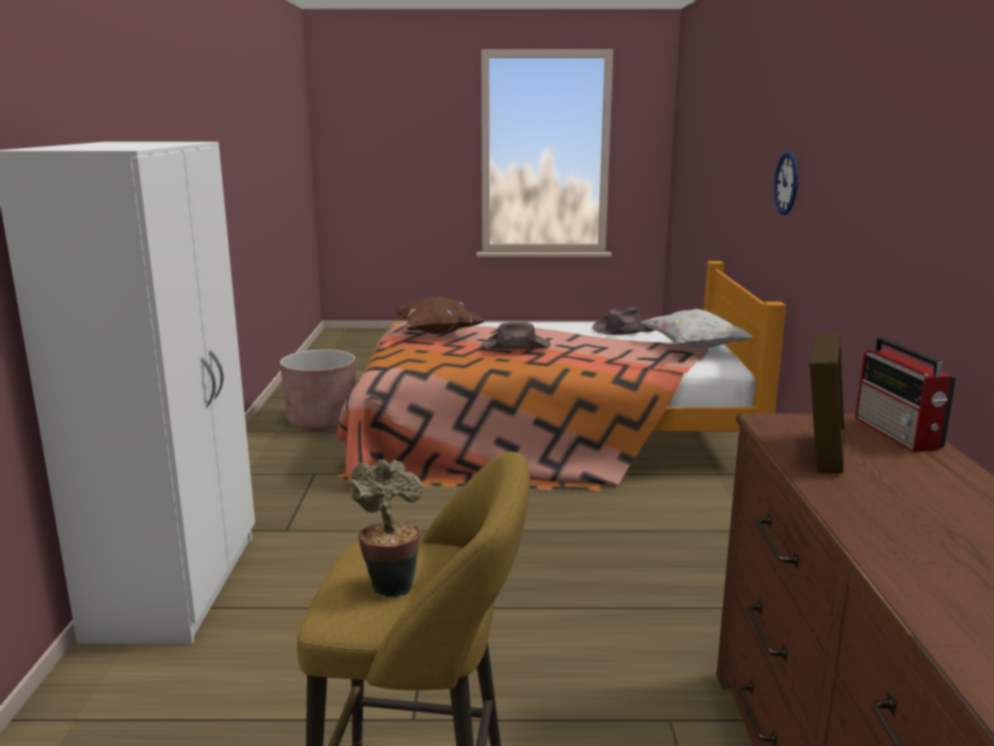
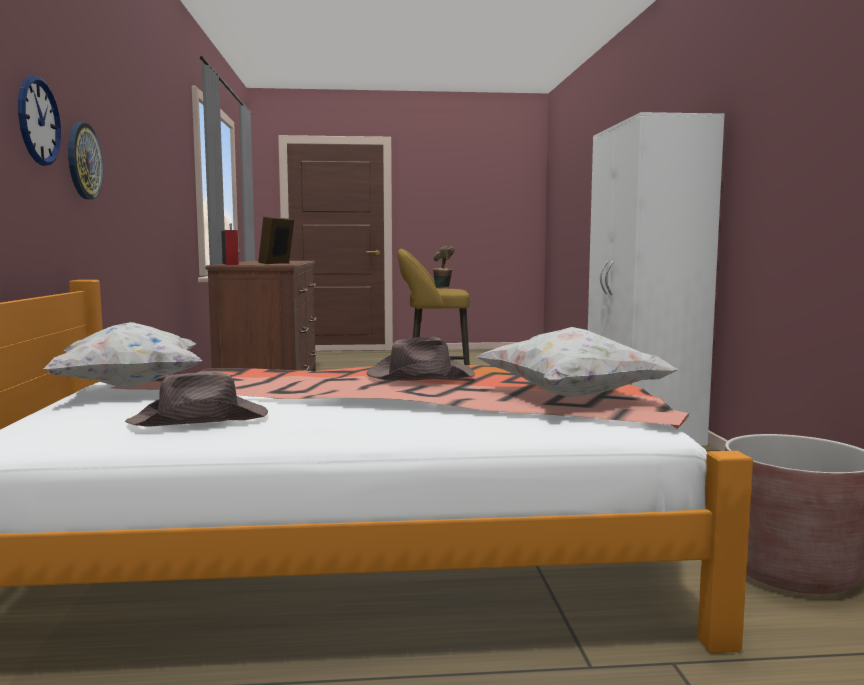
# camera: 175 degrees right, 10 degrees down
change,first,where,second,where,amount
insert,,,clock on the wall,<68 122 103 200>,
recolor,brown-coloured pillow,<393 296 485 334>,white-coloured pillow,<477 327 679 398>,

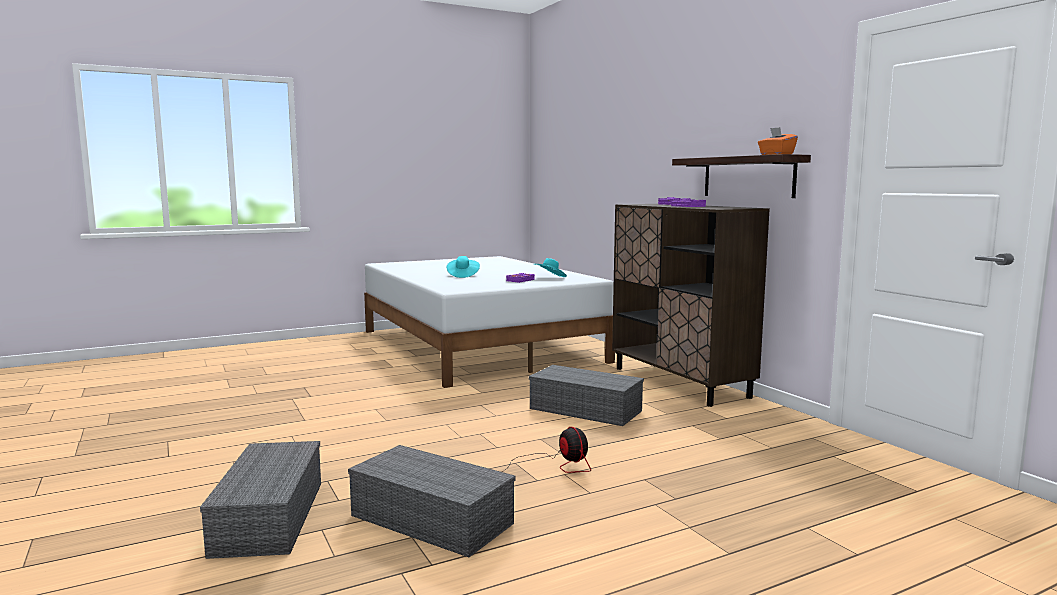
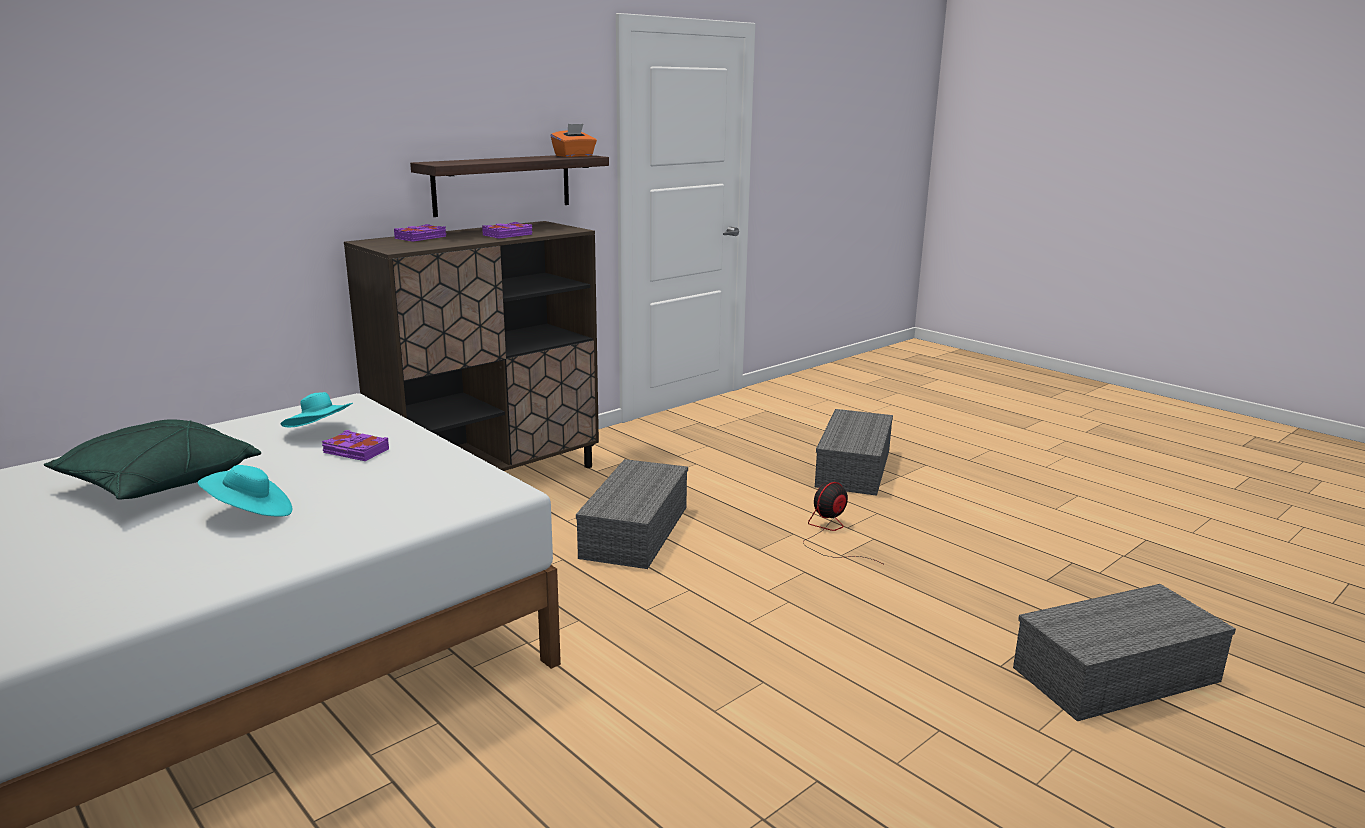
# camera: 105 degrees left, 10 degrees up
change,first,where,second,where,amount
insert,,,green pillow,<44 419 261 500>,
move,gray storage container,<348 445 515 557>,,<815 409 893 496>,

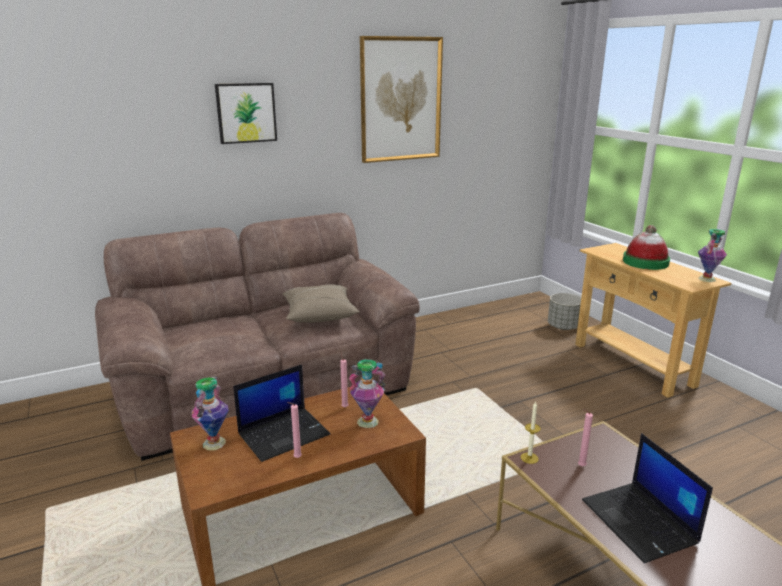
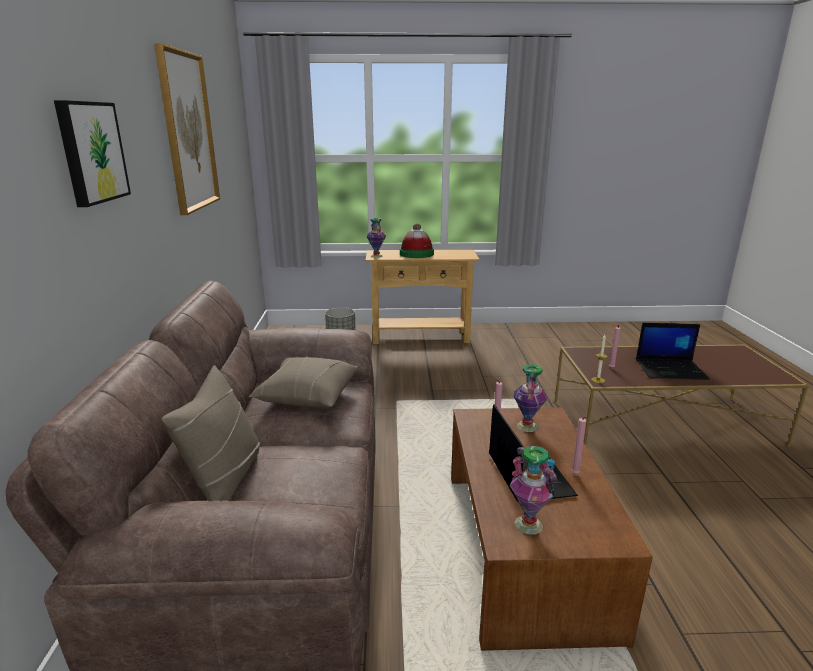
# camera: 65 degrees left, 0 degrees up
change,first,where,second,where,amount
insert,,,beige pillow,<162 365 260 501>,
move,flower vase,<698 229 727 282>,,<366 218 386 258>,

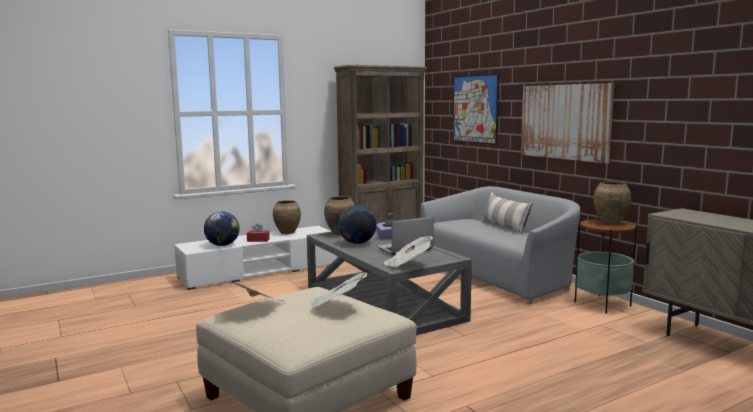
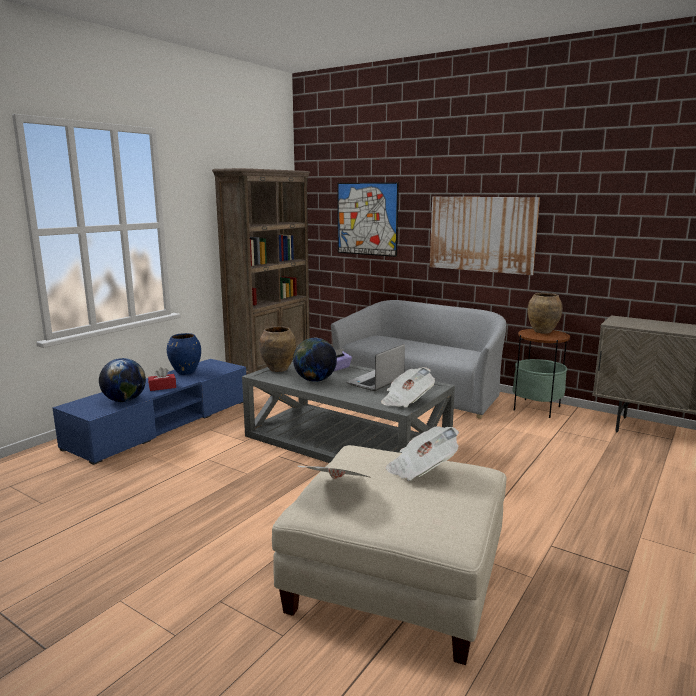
# camera: 25 degrees left, 5 degrees up
change,first,where,second,where,amount
recolor,white-coloured media console,<174 226 338 290>,bluish media console,<52 359 246 465>,
recolor,brown-coloured flower vase,<273 200 301 234>,bluish flower vase,<167 333 201 375>,
delete,pillow,<482 192 533 234>,,,

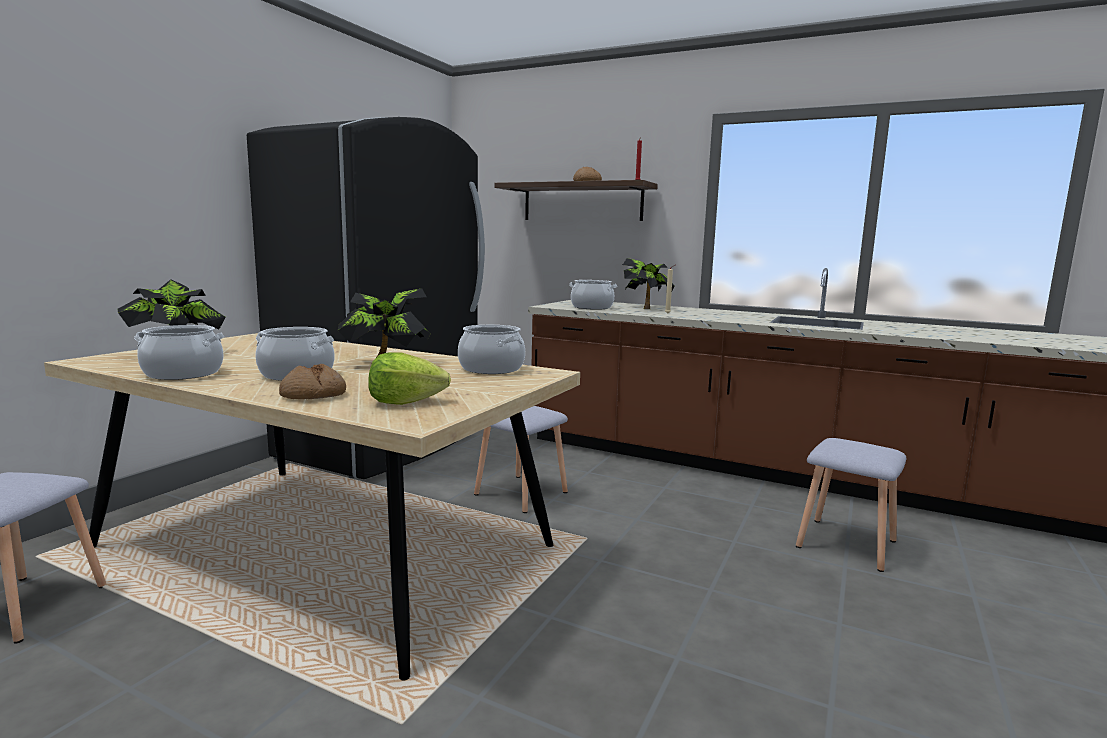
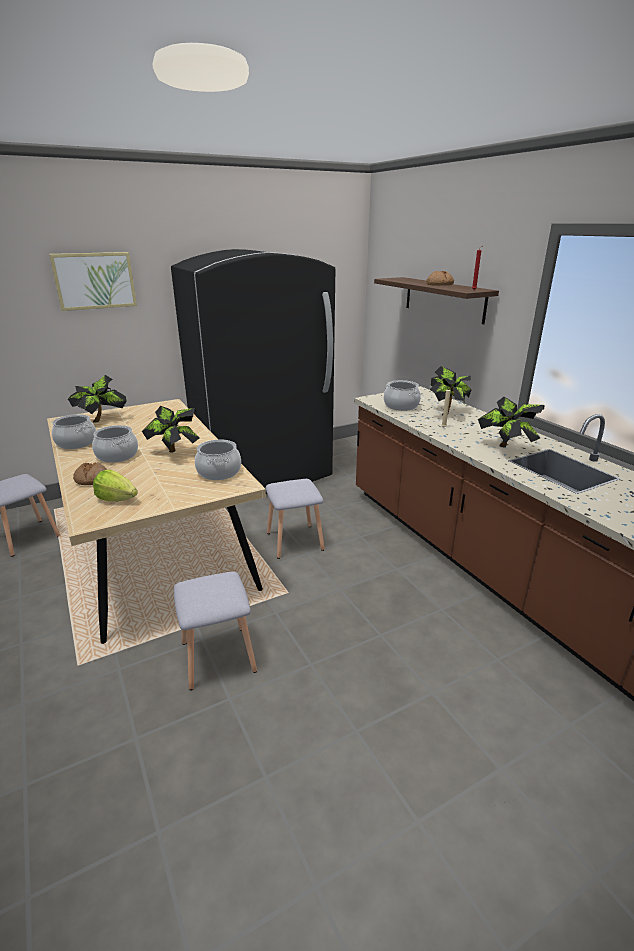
# camera: 35 degrees right, 15 degrees up
change,first,where,second,where,amount
insert,,,wall picture,<49 252 137 311>,
move,gray stool,<796 438 906 572>,,<174 571 257 690>,
insert,,,potted plant,<478 397 545 447>,

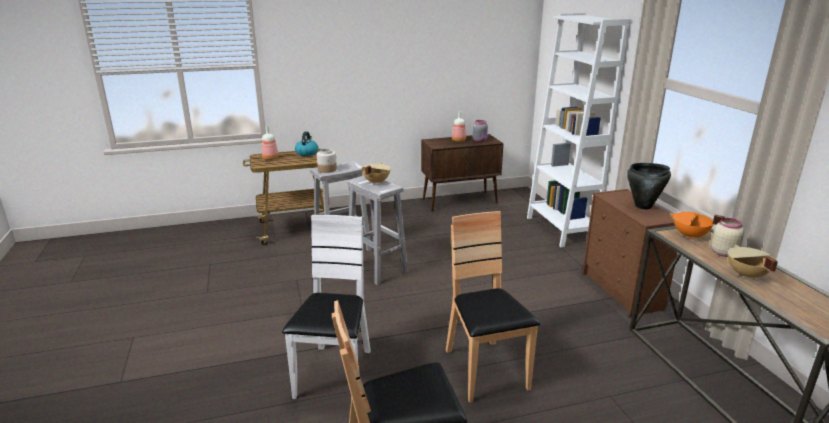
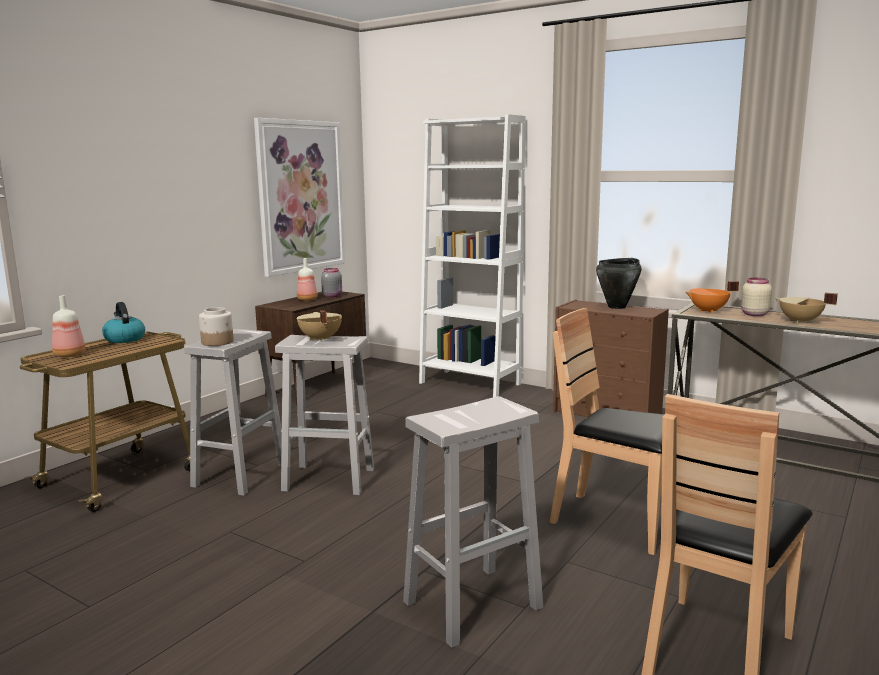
# camera: 40 degrees left, 10 degrees down
change,first,where,second,where,amount
insert,,,wall picture,<254 118 345 277>,
replace,white-coloured plain chair,<282 215 371 399>,white-coloured stool,<403 396 543 648>,

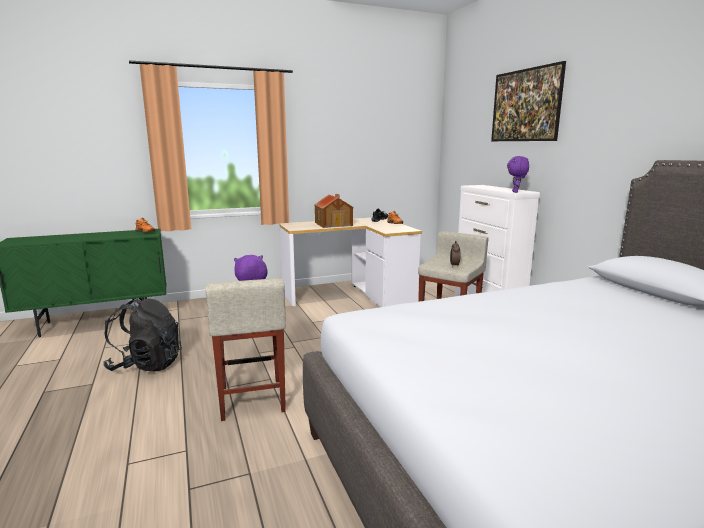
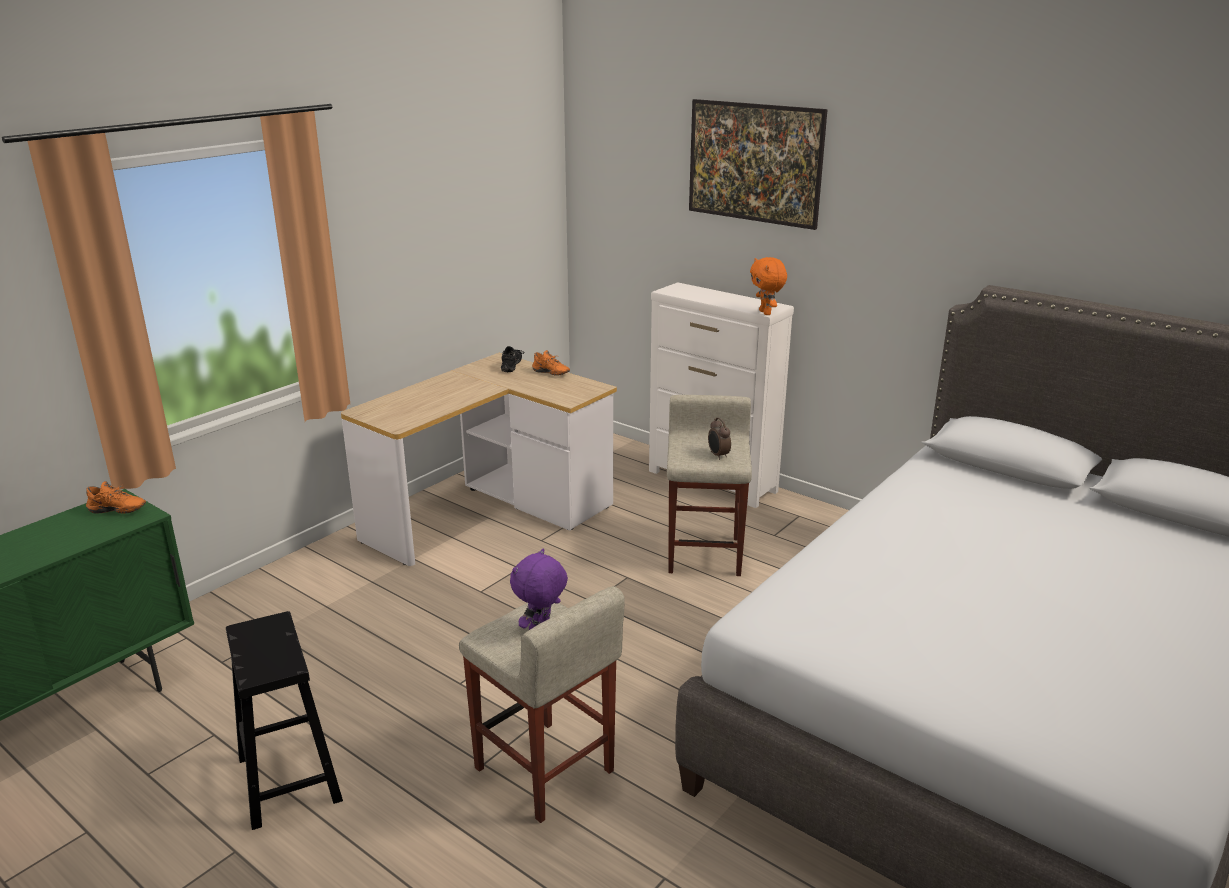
# camera: 30 degrees left, 10 degrees up
change,first,where,second,where,amount
replace,black-coloured rucksack,<103 298 182 372>,black-coloured stool,<226 611 343 830>,
recolor,purple-coloured plush toy,<507 156 529 193>,orange plush toy,<750 257 787 315>,
delete,model house,<314 194 354 228>,,,

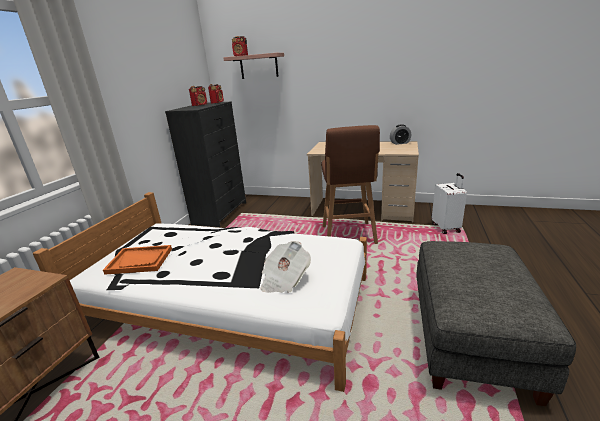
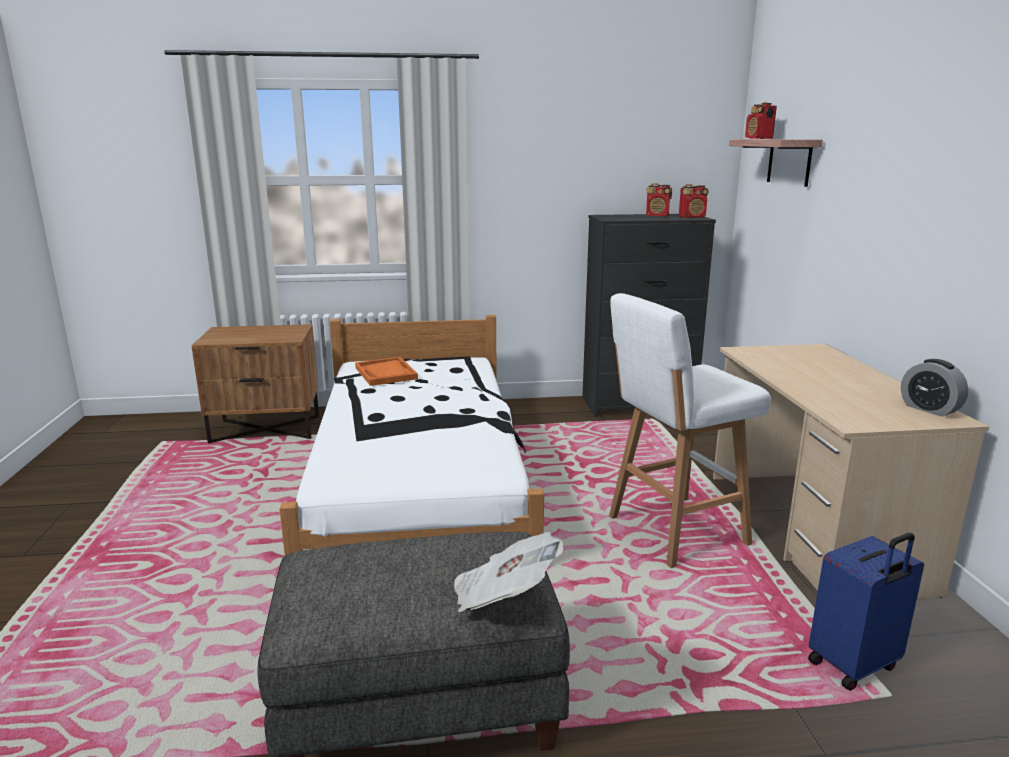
# camera: 65 degrees right, 5 degrees down
change,first,where,second,where,amount
move,daily paper,<261 241 311 293>,,<454 532 563 612>,
recolor,brown-coloured stool,<322 125 380 244>,white-coloured stool,<609 293 771 568>,
recolor,white-coloured piece of luggage,<432 173 467 234>,bluish piece of luggage,<808 533 924 691>,

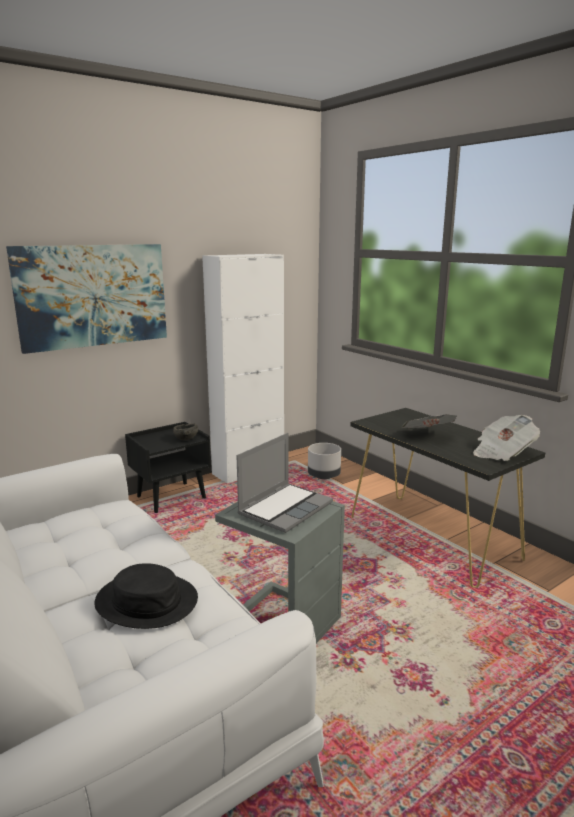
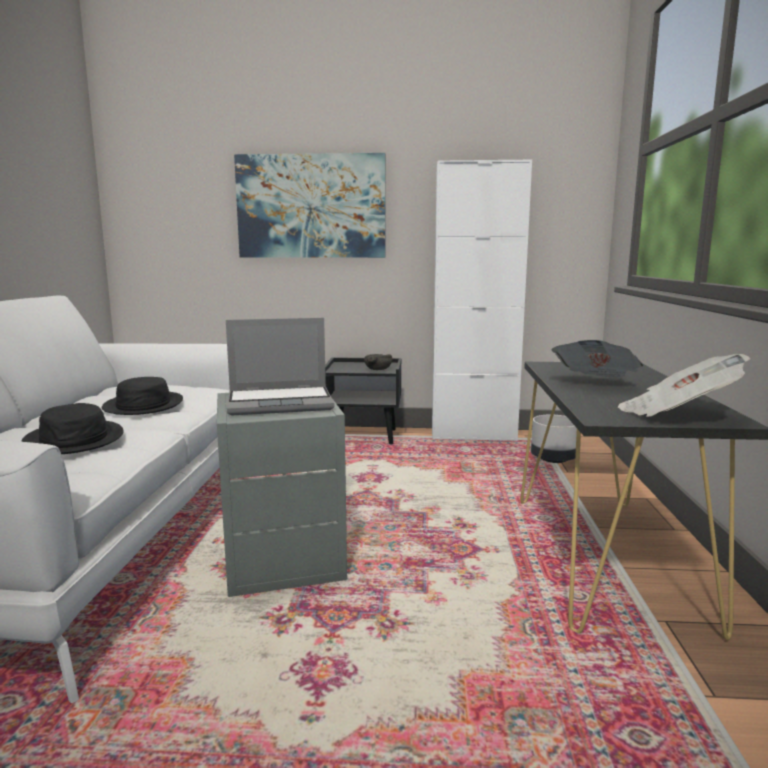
# camera: 40 degrees right, 5 degrees down
change,first,where,second,where,amount
insert,,,black-coloured clothing hat,<102 377 183 415>,

